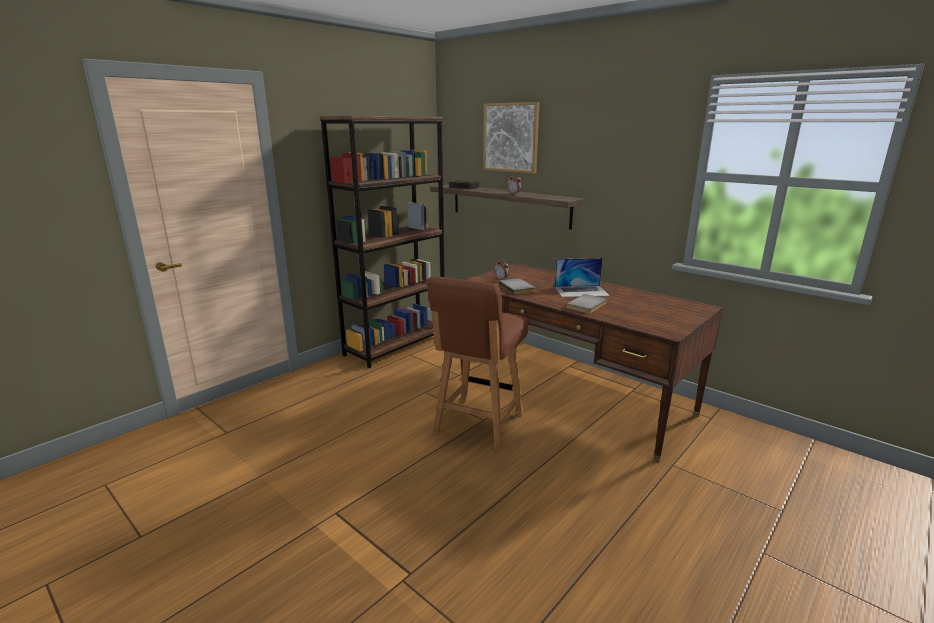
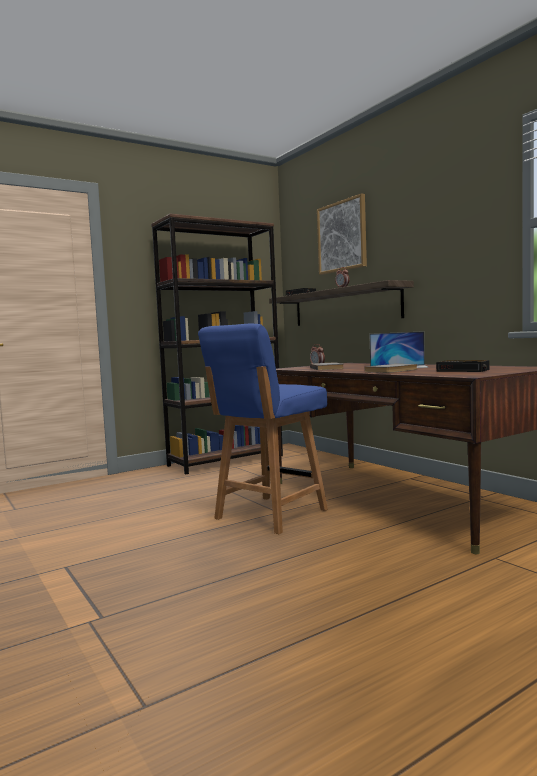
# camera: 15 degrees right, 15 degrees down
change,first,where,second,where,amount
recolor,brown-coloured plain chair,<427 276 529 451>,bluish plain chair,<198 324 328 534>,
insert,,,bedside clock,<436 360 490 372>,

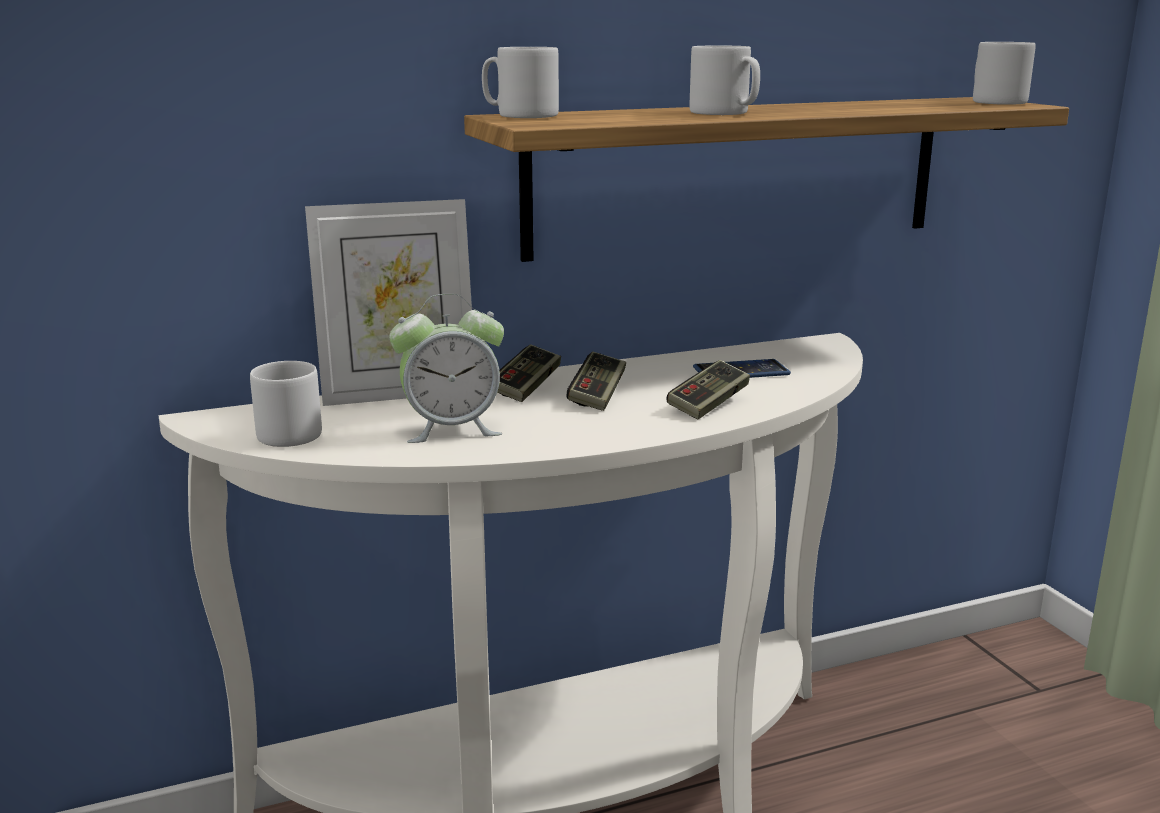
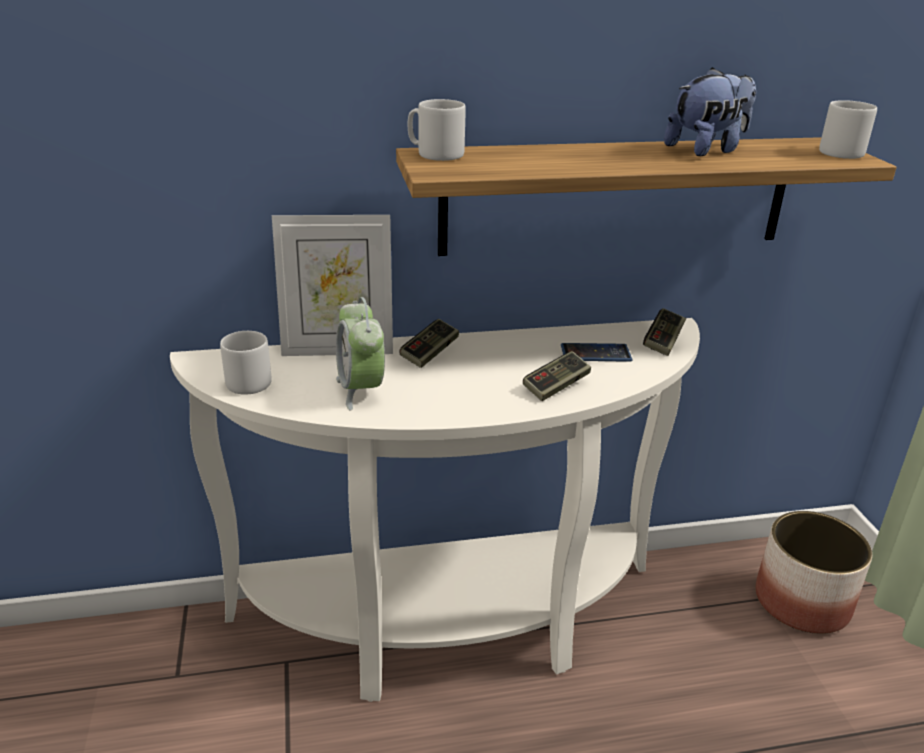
# camera: 10 degrees right, 10 degrees up
change,first,where,second,where,amount
rotate,bedside clock,<390 294 504 443>,,<336 297 385 410>,75 degrees clockwise
move,joypad,<567 352 626 411>,,<643 308 686 356>,
insert,,,plush toy,<664 67 756 156>,
insert,,,flower pot,<755 511 872 634>,
delete,gray coffee mug,<690 46 760 115>,,,

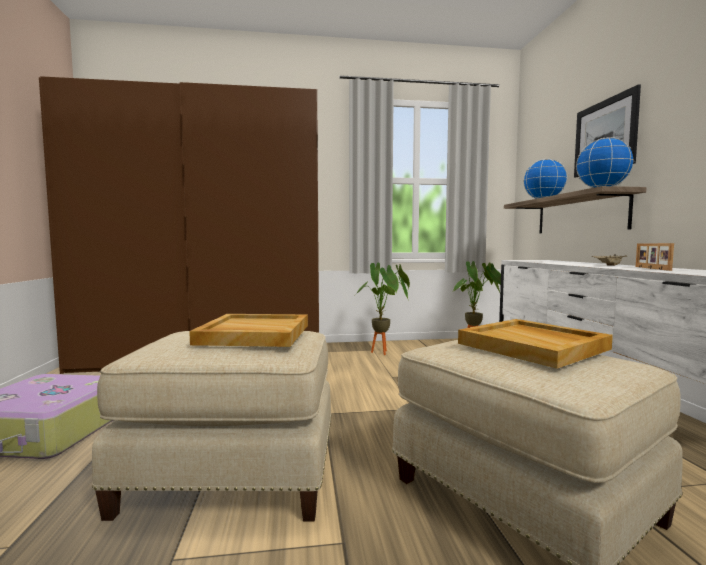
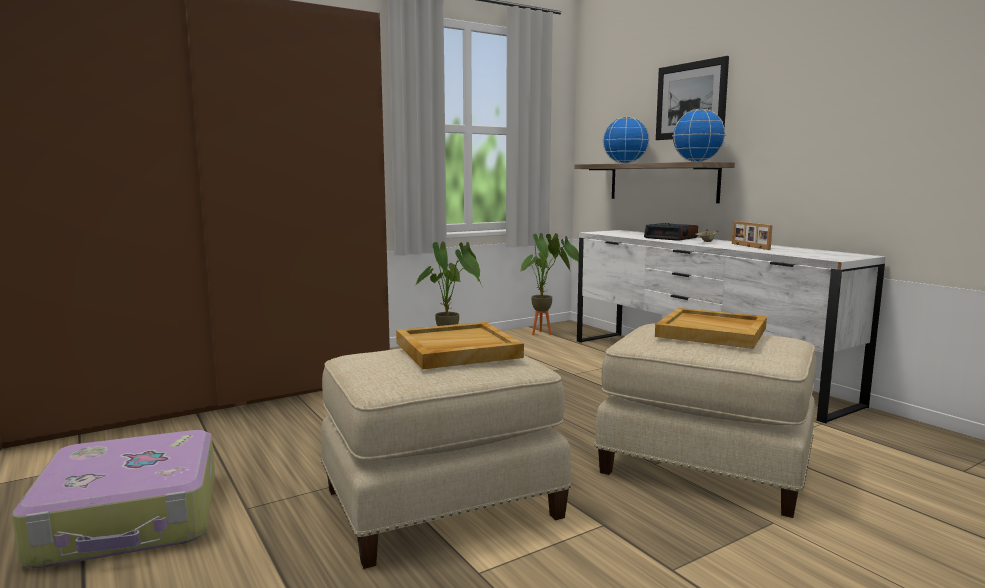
# camera: 25 degrees left, 5 degrees up
change,first,where,second,where,amount
insert,,,bedside clock,<644 223 698 241>,

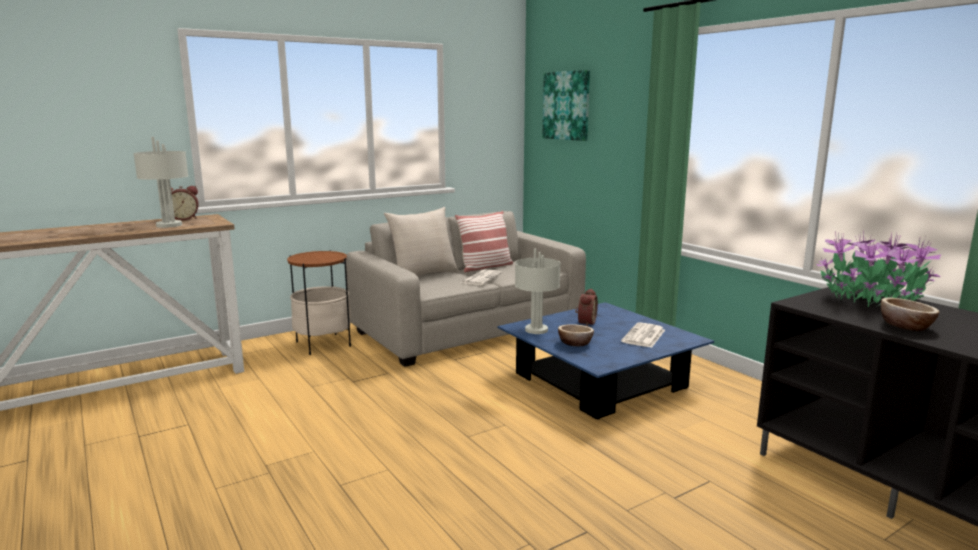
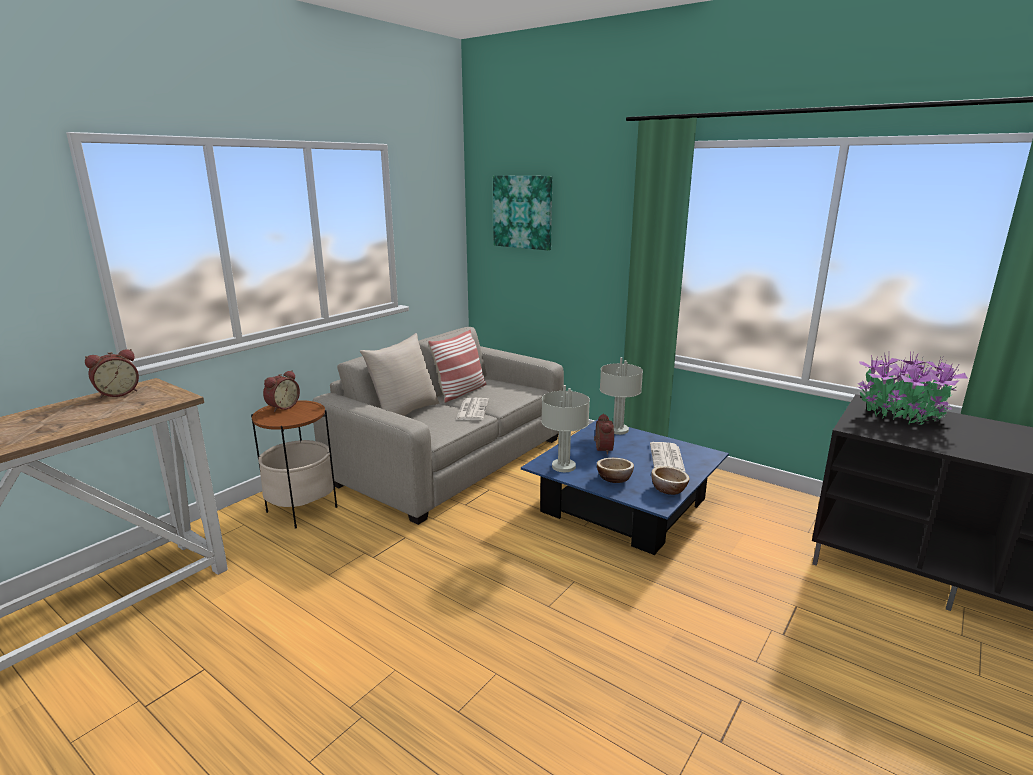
# camera: 20 degrees left, 5 degrees up
change,first,where,second,where,amount
insert,,,bedside clock,<263 371 300 412>,
move,gray table lamp,<133 137 188 228>,,<600 357 643 435>,
move,deep dish,<881 298 939 331>,,<651 466 690 495>,

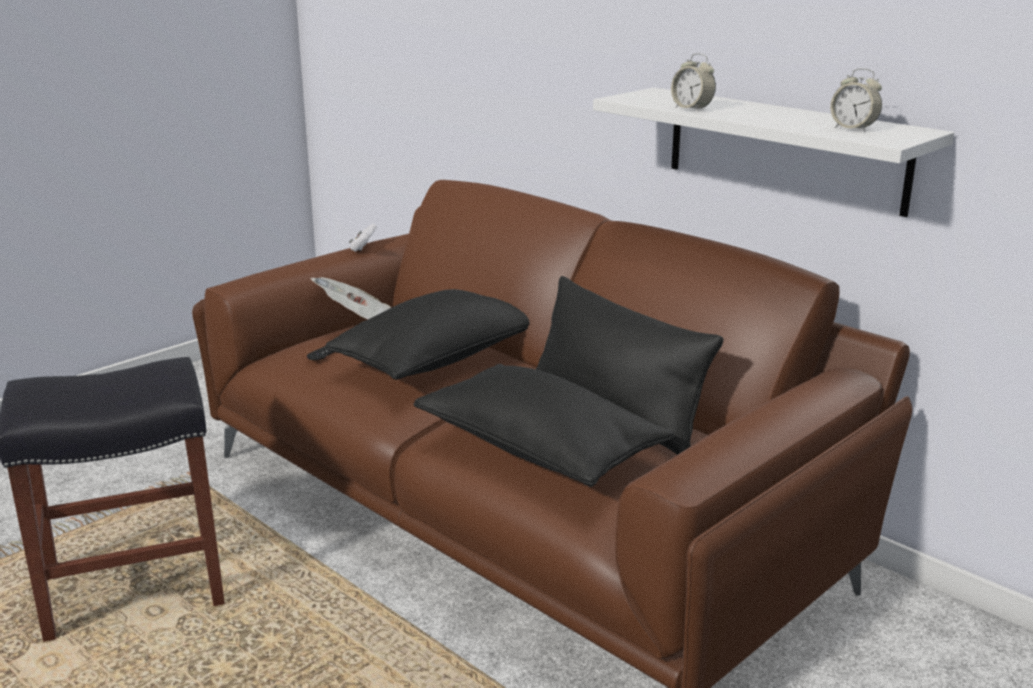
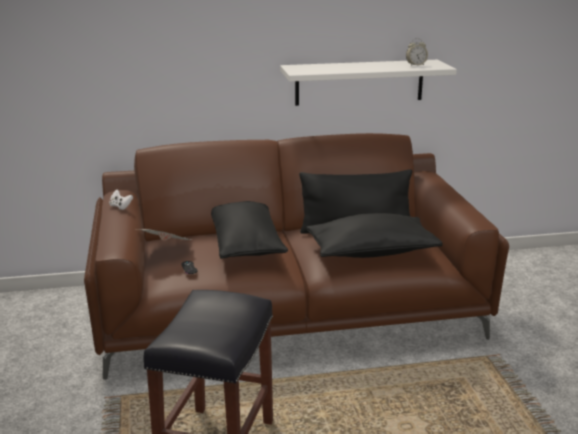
# camera: 55 degrees left, 0 degrees up
change,first,where,second,where,amount
delete,bedside clock,<671 53 716 111>,,,

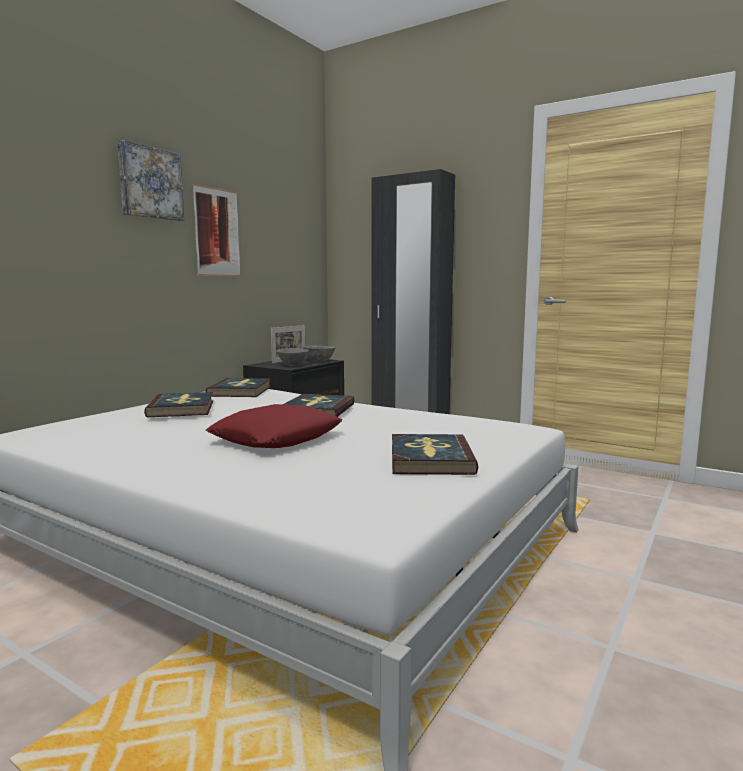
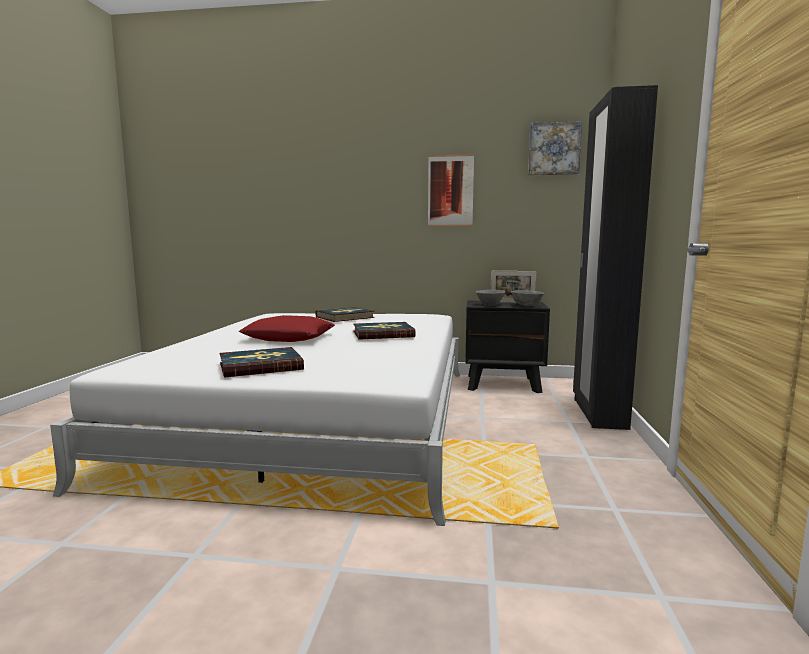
# camera: 65 degrees right, 0 degrees up
change,first,where,second,where,amount
move,wall picture,<118 140 184 221>,,<528 121 582 175>,
delete,book,<206 378 271 397>,,,

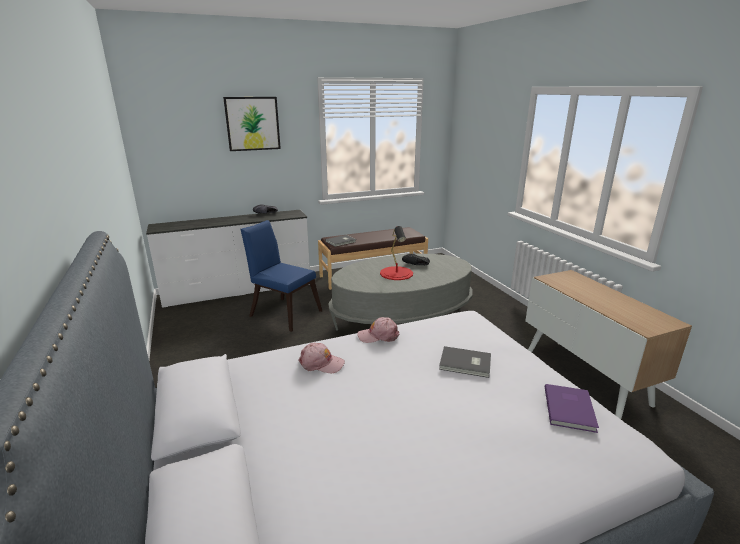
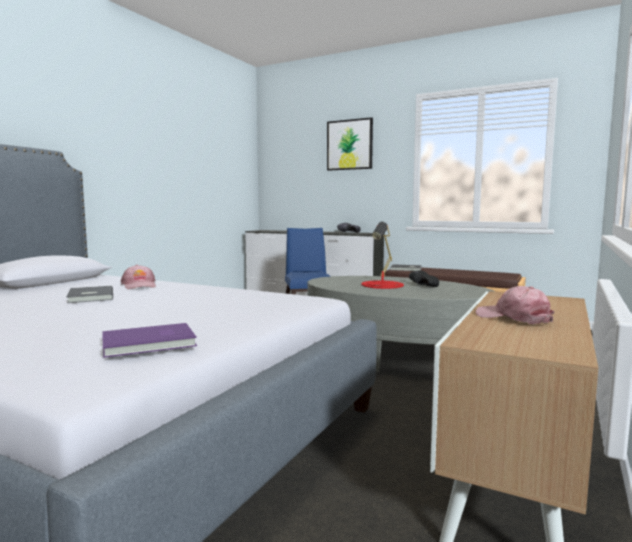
# camera: 50 degrees right, 15 degrees down
change,first,where,second,where,amount
move,gray book,<439 346 491 378>,,<66 286 113 303>,
move,pink-coloured cap,<357 317 400 343>,,<476 286 555 324>,

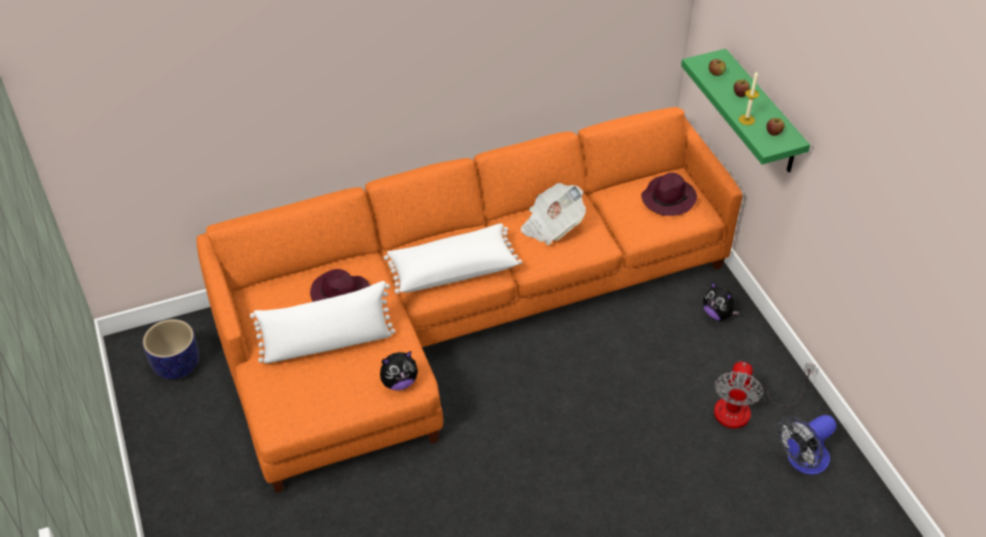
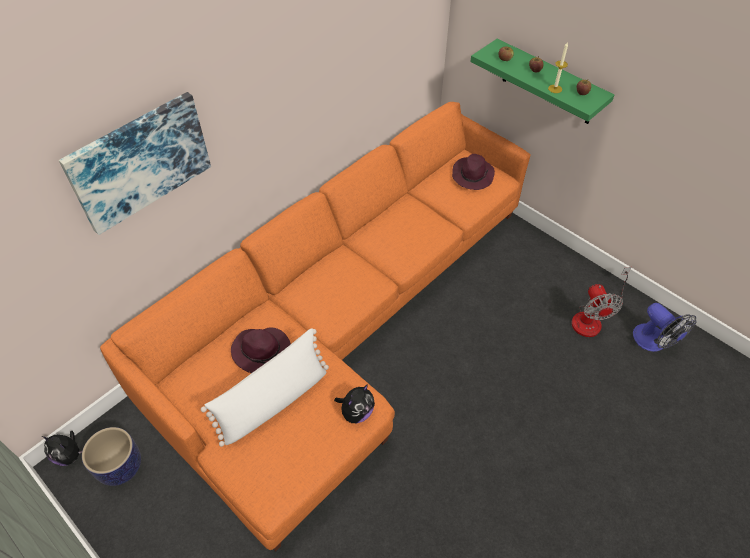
# camera: 25 degrees left, 5 degrees up
change,first,where,second,where,amount
move,plush toy,<703 282 740 321>,,<42 431 83 466>,
insert,,,wall picture,<59 92 211 235>,
rotate,fan,<778 415 837 475>,,<633 303 697 352>,60 degrees counterclockwise
delete,white-coloured pillow,<384 223 522 294>,,,
delete,daily paper,<521 183 586 245>,,,

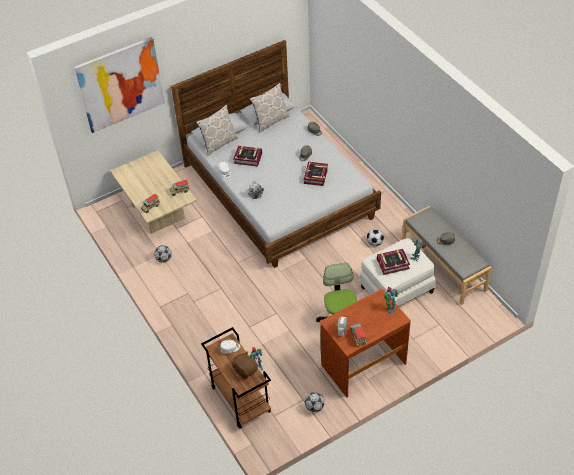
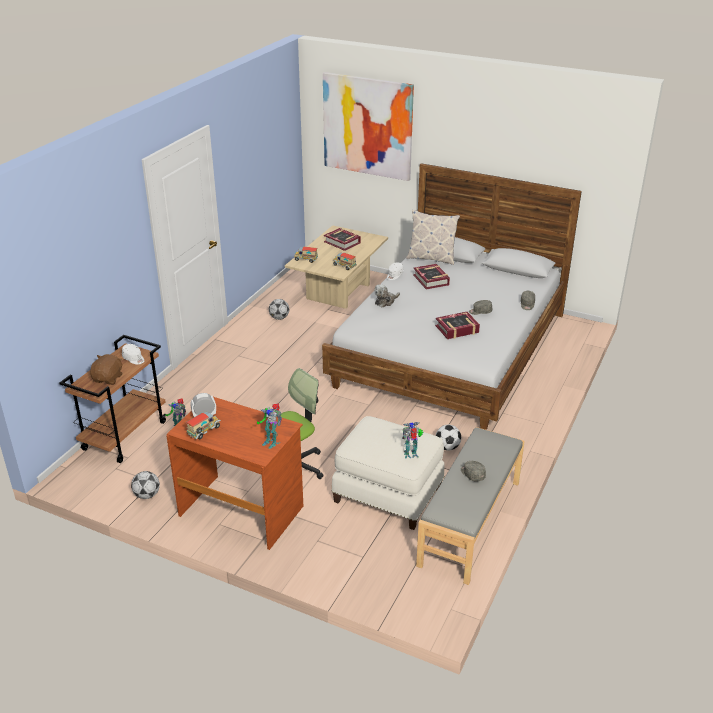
# camera: 55 degrees right, 15 degrees down
change,first,where,second,where,amount
move,book,<377 249 410 275>,,<324 228 361 251>,
delete,pillow,<250 83 290 133>,,,

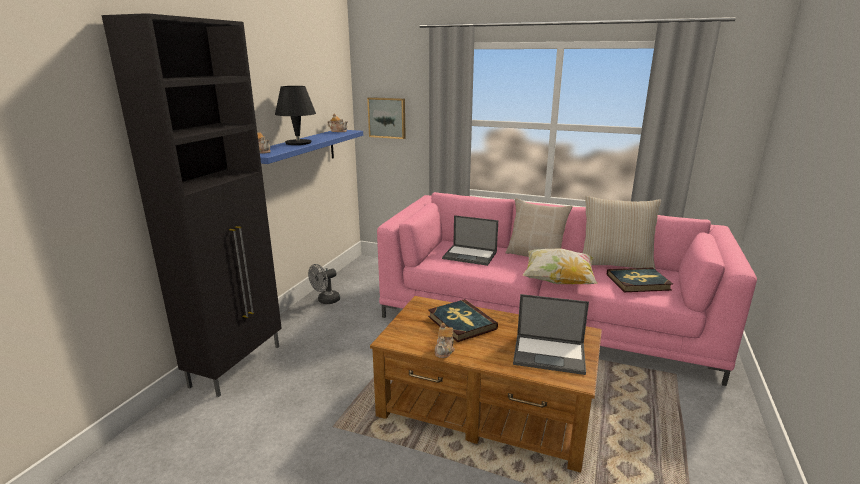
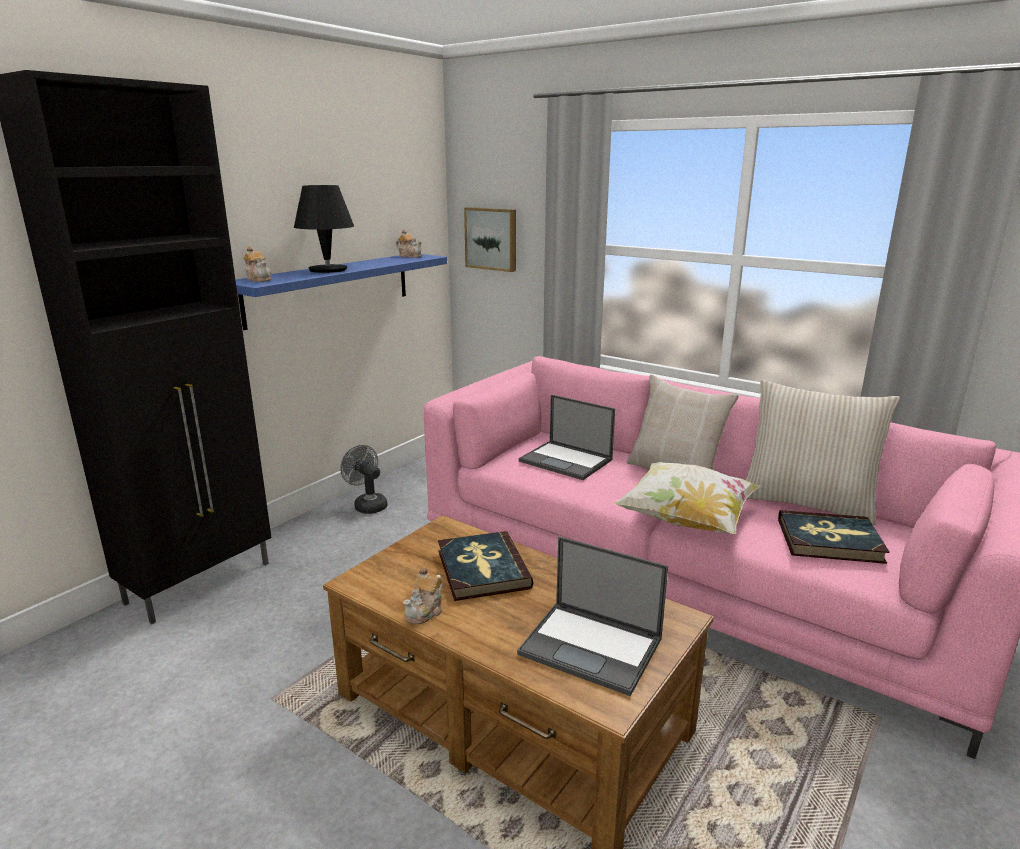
# camera: 15 degrees right, 0 degrees up
change,first,where,second,where,amount
rotate,gray fan,<308 264 340 304>,,<340 445 388 514>,75 degrees clockwise

